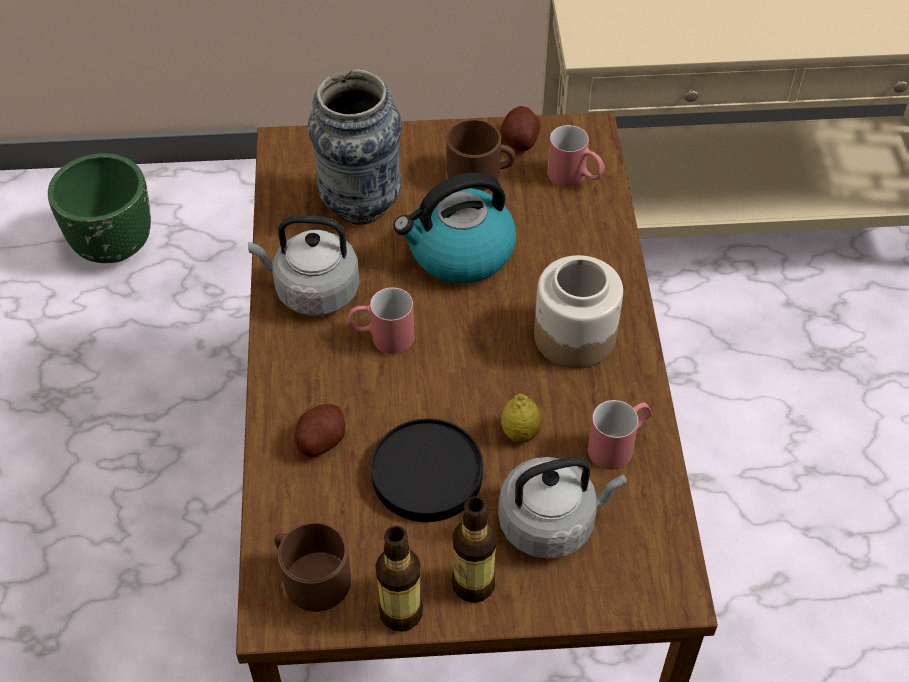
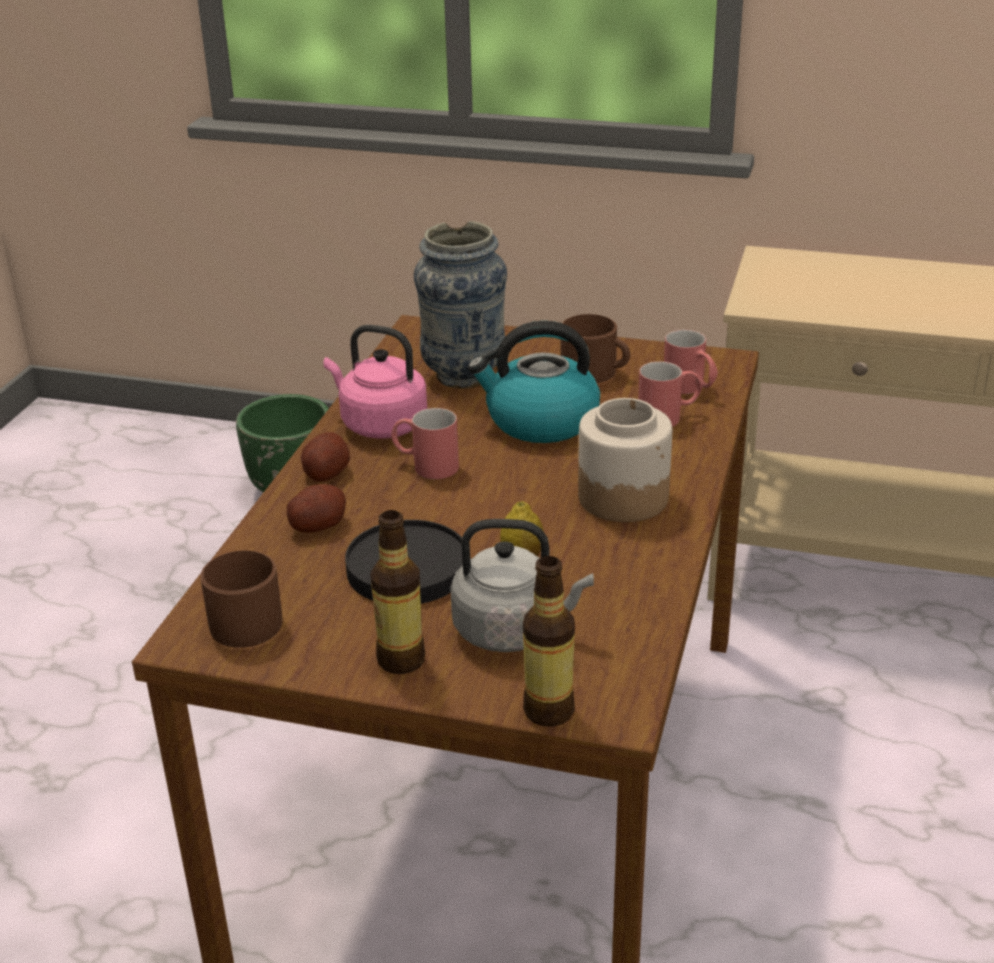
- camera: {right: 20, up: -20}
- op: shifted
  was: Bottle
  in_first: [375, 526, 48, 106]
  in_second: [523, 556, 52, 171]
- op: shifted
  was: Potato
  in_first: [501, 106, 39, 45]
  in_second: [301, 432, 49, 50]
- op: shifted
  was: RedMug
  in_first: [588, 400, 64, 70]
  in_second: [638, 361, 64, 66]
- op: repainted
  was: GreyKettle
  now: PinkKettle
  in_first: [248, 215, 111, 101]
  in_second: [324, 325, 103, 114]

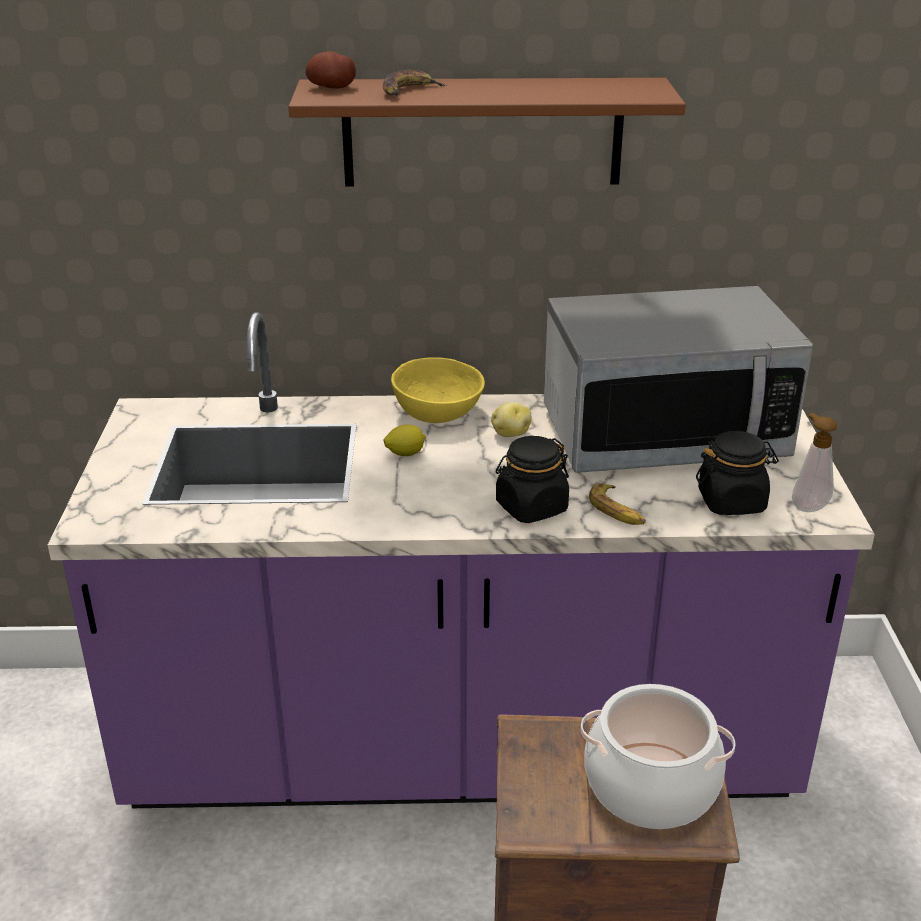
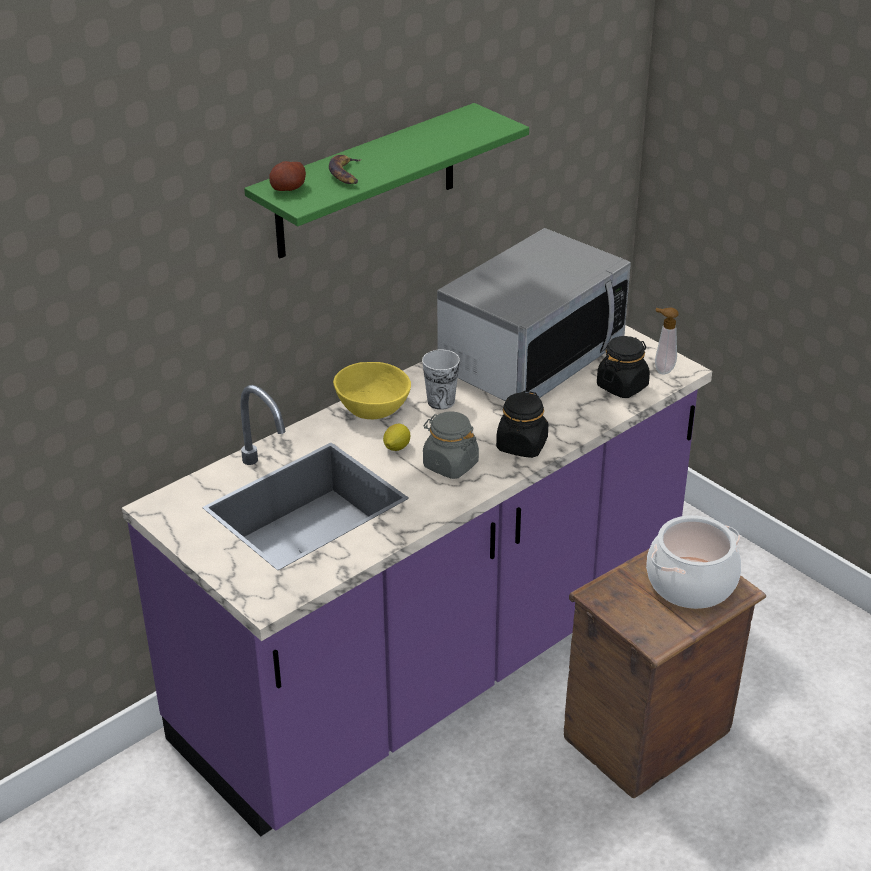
- camera: {right: -40, up: 5}
- op: gone
  was: Banana
  in_first: [589, 483, 57, 42]
- op: new
  now: GreyJar
  in_second: [423, 411, 56, 68]
- op: swapped
  was: Potato
  now: Cup
  in_first: [491, 402, 40, 35]
  in_second: [422, 350, 38, 60]
- op: repainted
  was: BrownShelf
  now: GreenShelf
  in_first: [288, 78, 398, 108]
  in_second: [244, 103, 285, 155]

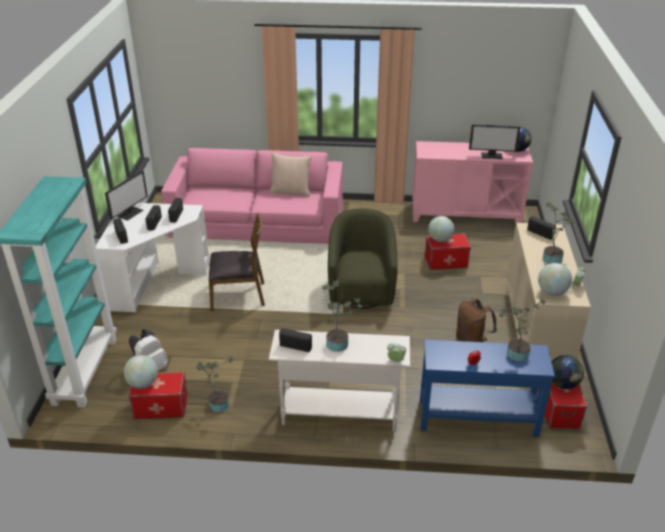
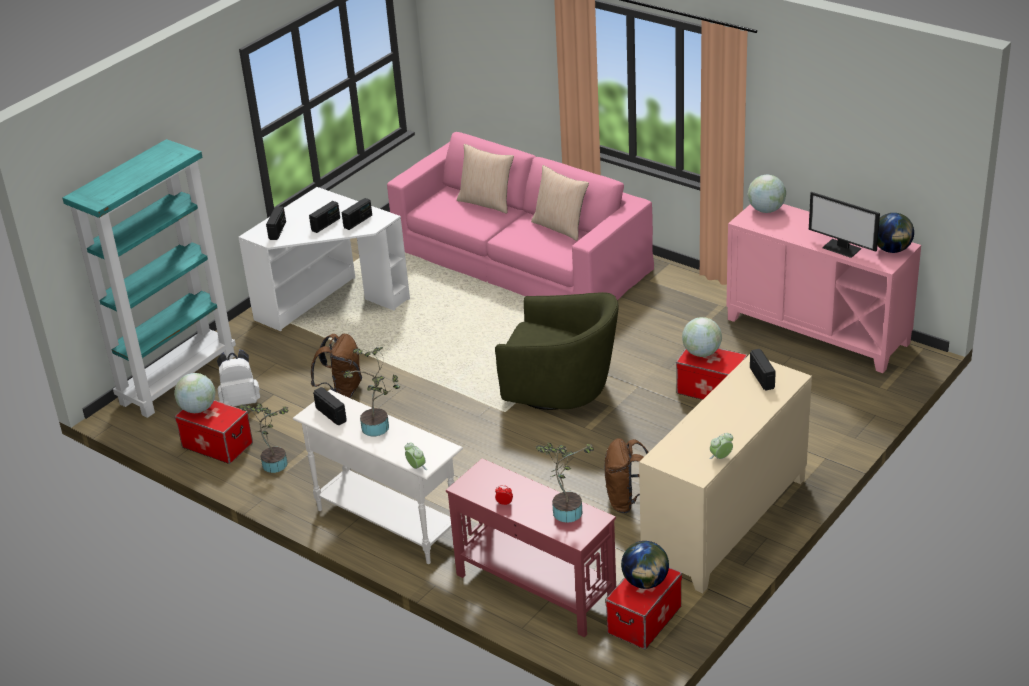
- camera: {right: 35, up: 0}
- op: gone
  was: Monitor
  in_first: [105, 170, 43, 51]
- op: gone
  was: BrownChair
  in_first: [209, 213, 56, 98]
- op: gone
  was: PottedPlant
  in_first: [543, 202, 33, 62]
- op: new
  now: BrownBackpack
  in_second: [311, 334, 51, 64]
- op: new
  now: BeigePillow
  in_second: [457, 144, 57, 70]
- op: shifted
  was: Globe
  in_first: [538, 263, 34, 33]
  in_second: [748, 175, 38, 38]
- op: repainted
  was: BlueConsoleTable
  now: RedConsoleTable
  in_first: [420, 340, 135, 97]
  in_second: [446, 458, 170, 179]
- op: rotated
  was: GreenArmchair
  in_first: [328, 209, 70, 100]
  in_second: [495, 292, 124, 118]
  clockwise: 75

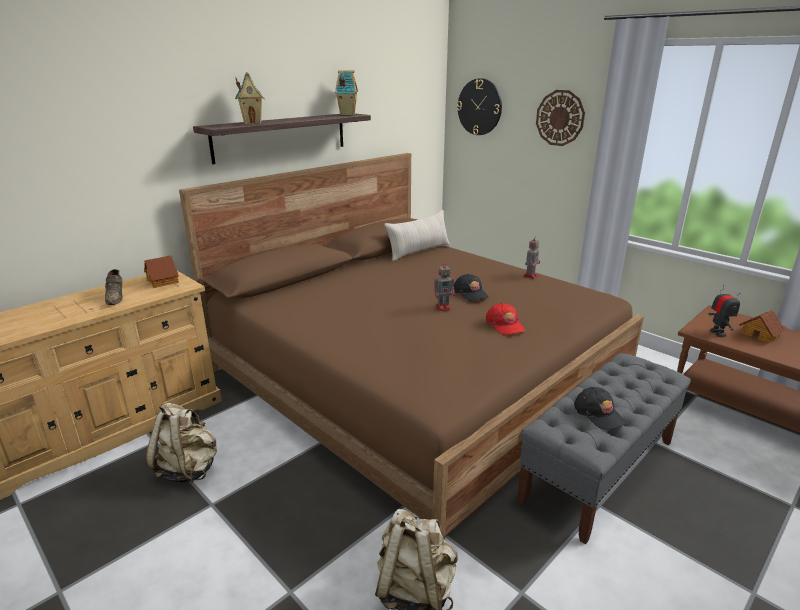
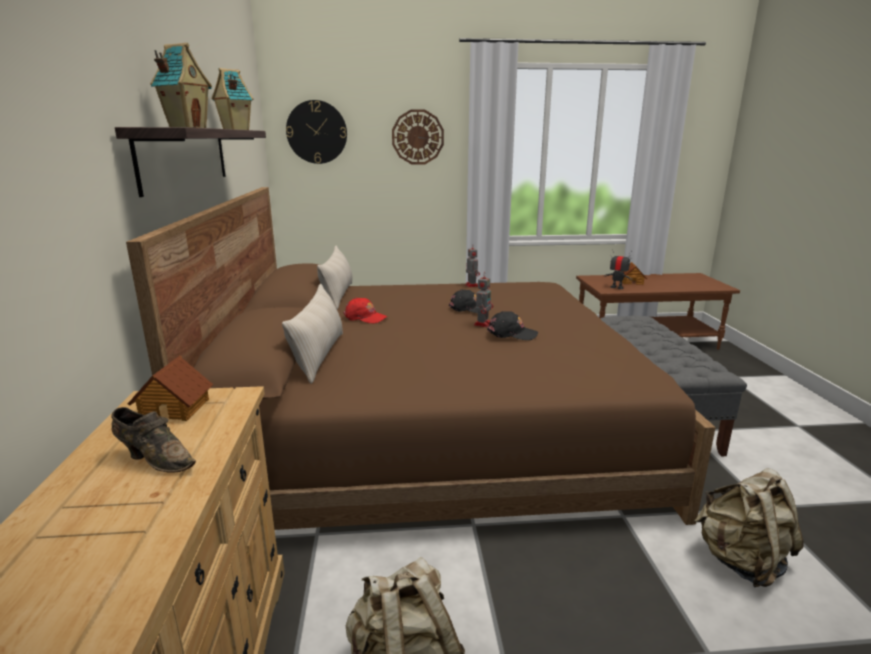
- camera: {right: -50, up: -5}
- op: new
  now: BeigePillow
  in_second: [282, 284, 61, 100]
- op: shifted
  was: RedCap
  in_first: [486, 303, 39, 32]
  in_second: [343, 297, 45, 27]
- op: shifted
  was: BlackCap
  in_first: [574, 387, 52, 43]
  in_second: [487, 311, 52, 29]

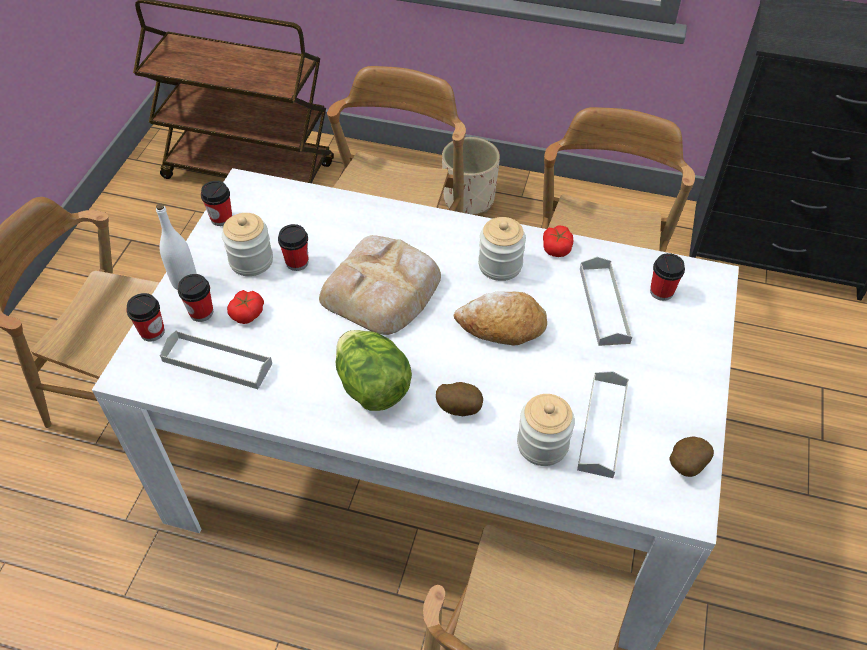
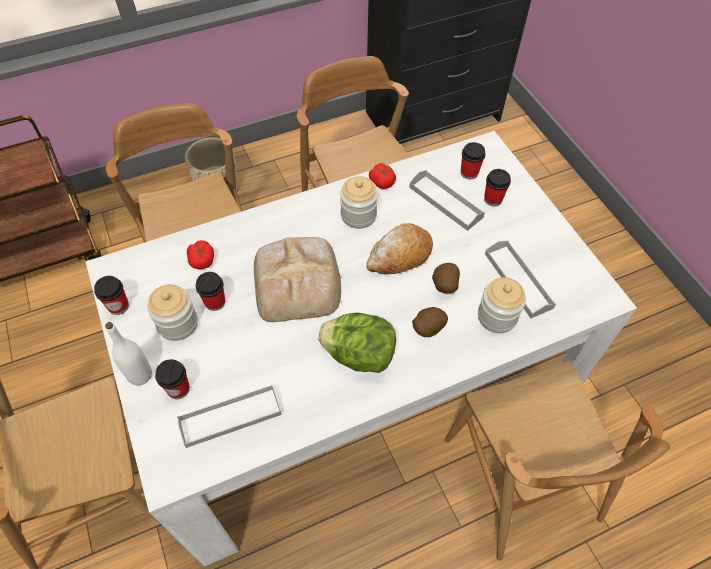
- camera: {right: -40, up: 5}
- op: shifted
  was: Cup
  in_first: [127, 293, 38, 49]
  in_second: [484, 169, 27, 37]
- op: shifted
  was: Tomato
  in_first: [227, 290, 37, 34]
  in_second: [187, 240, 27, 29]
- op: shifted
  was: Potato
  in_first: [669, 437, 45, 40]
  in_second: [432, 263, 28, 31]

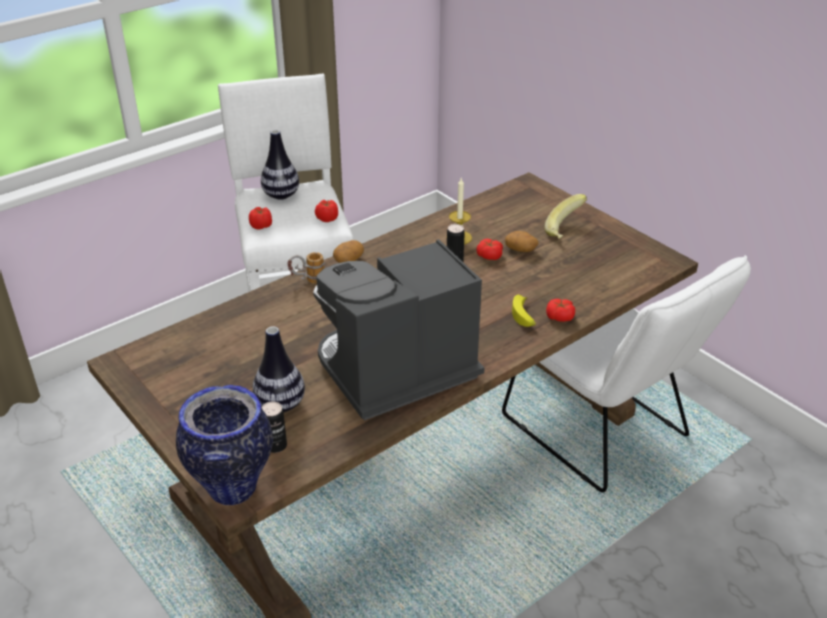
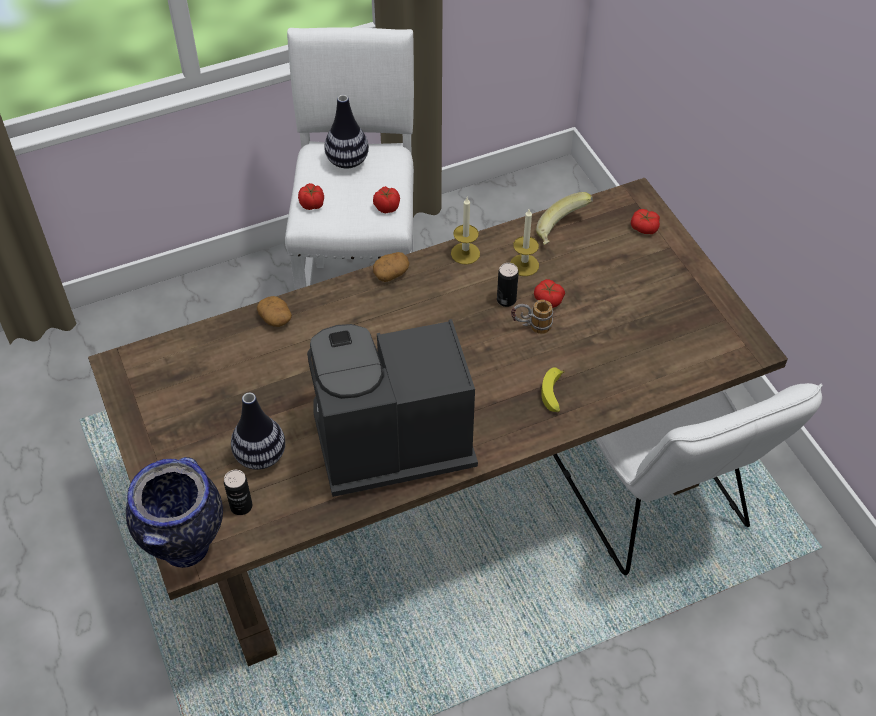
- camera: {right: 15, up: 15}
- op: new
  now: Candle
  in_second: [451, 198, 29, 67]
- op: shifted
  was: Mug
  in_first: [287, 252, 38, 32]
  in_second: [511, 300, 42, 34]
- op: shifted
  was: Potato
  in_first: [505, 231, 34, 21]
  in_second: [257, 296, 35, 31]
- op: shifted
  was: Banana
  in_first: [545, 194, 42, 45]
  in_second: [536, 192, 57, 53]
- op: shifted
  was: Tomato
  in_first: [546, 299, 29, 23]
  in_second: [631, 209, 29, 25]

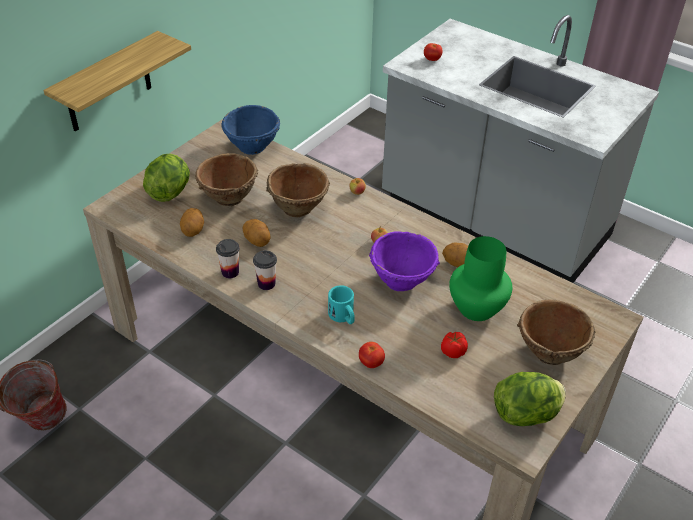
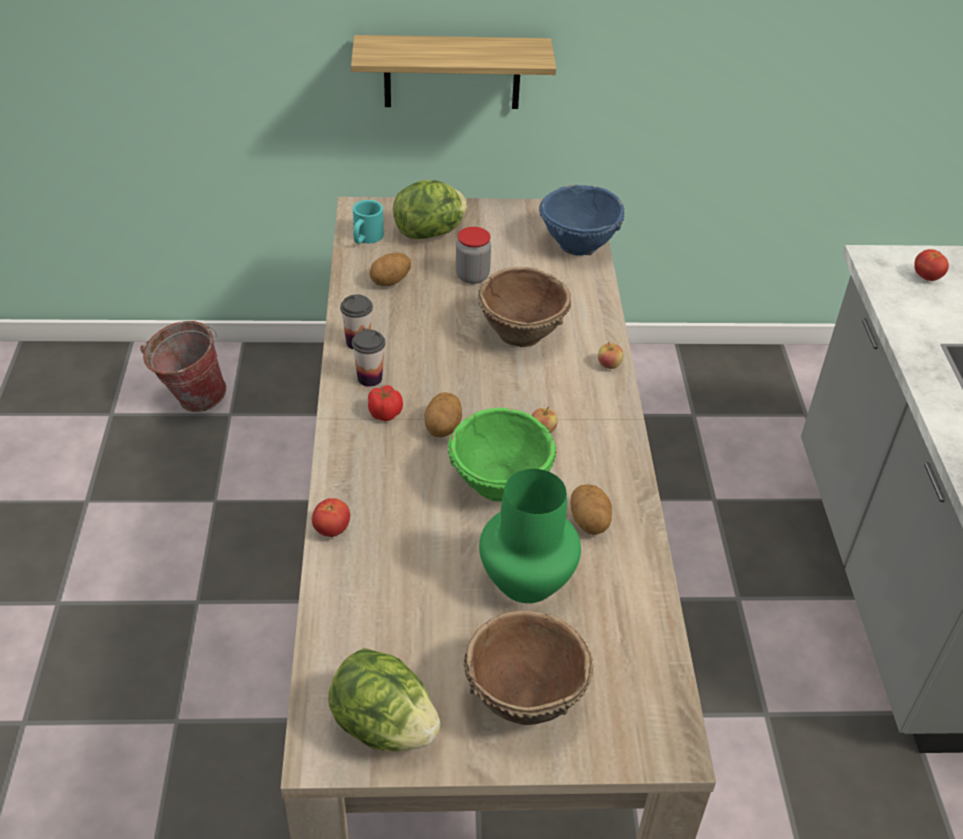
- camera: {right: 50, up: 0}
- op: shifted
  was: Potato
  in_first: [242, 219, 29, 28]
  in_second: [424, 392, 38, 46]
- op: shifted
  was: TurquoiseMug
  in_first: [328, 285, 27, 39]
  in_second: [353, 200, 31, 44]
- op: shifted
  was: Tomato
  in_first: [441, 332, 27, 26]
  in_second: [368, 385, 35, 36]
- op: swapped
  was: BrownBowl
  now: Jar
  in_first: [195, 153, 63, 53]
  in_second: [456, 227, 35, 57]
- op: repainted
  was: PurpleBowl
  now: GreenBowl
  in_first: [369, 231, 71, 60]
  in_second: [448, 408, 108, 94]

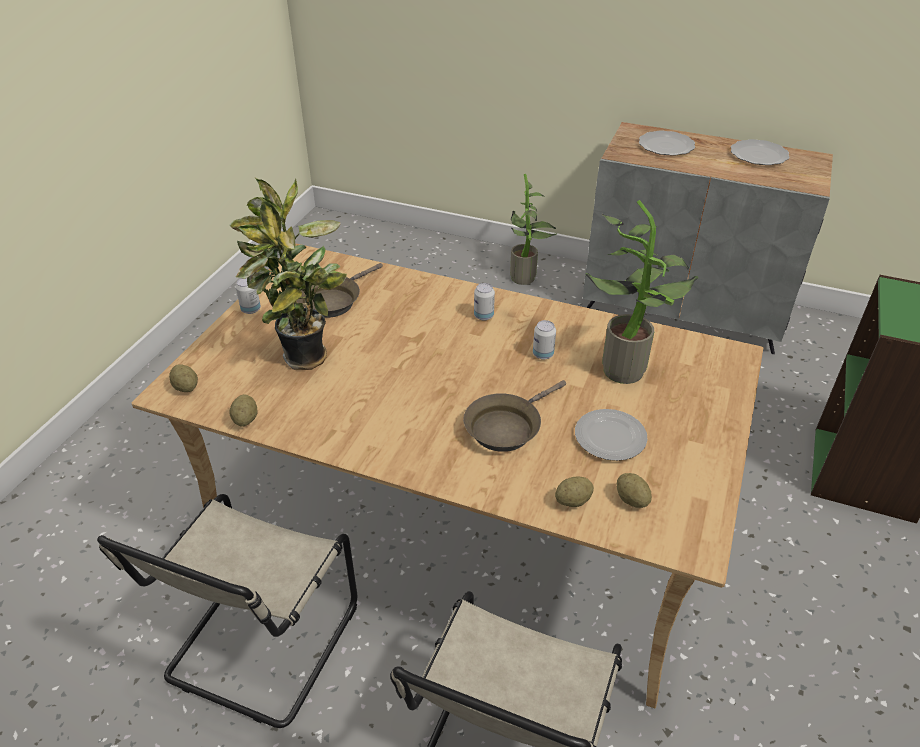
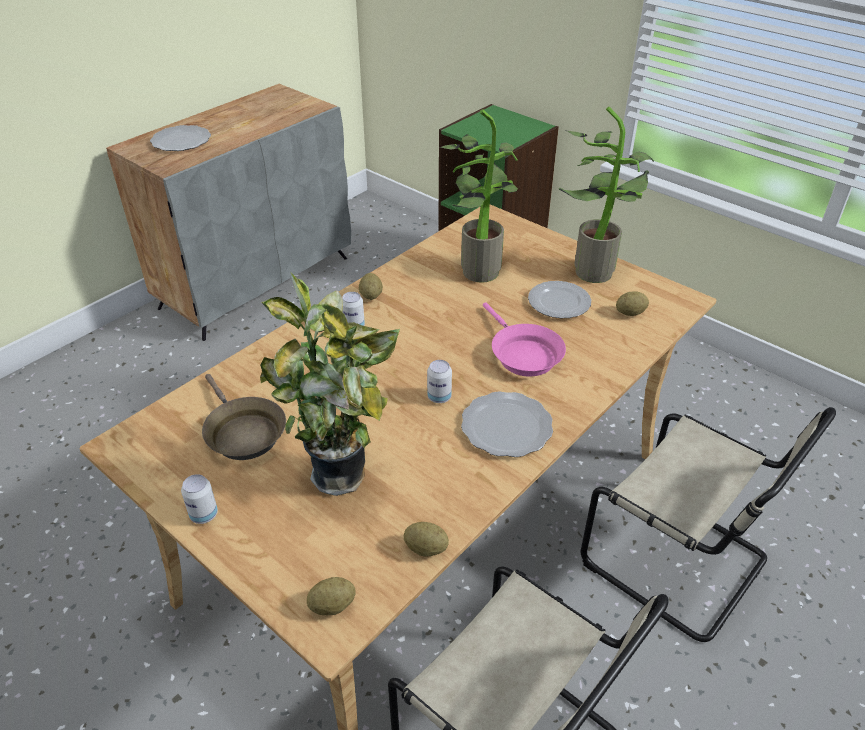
- camera: {right: -70, up: 0}
- op: shifted
  was: PottedPlant
  in_first: [510, 174, 46, 111]
  in_second: [559, 107, 95, 176]
- op: shifted
  was: Can
  in_first: [533, 320, 23, 40]
  in_second: [427, 360, 25, 43]
- op: shifted
  was: Potato
  in_first: [555, 477, 39, 30]
  in_second: [359, 273, 24, 27]
- op: shifted
  was: Plate
  in_first: [731, 139, 59, 26]
  in_second: [461, 391, 92, 66]
- op: repainted
  was: BrownFryingPan
  now: PinkFryingPan
  in_first: [463, 380, 103, 72]
  in_second: [483, 303, 83, 74]

